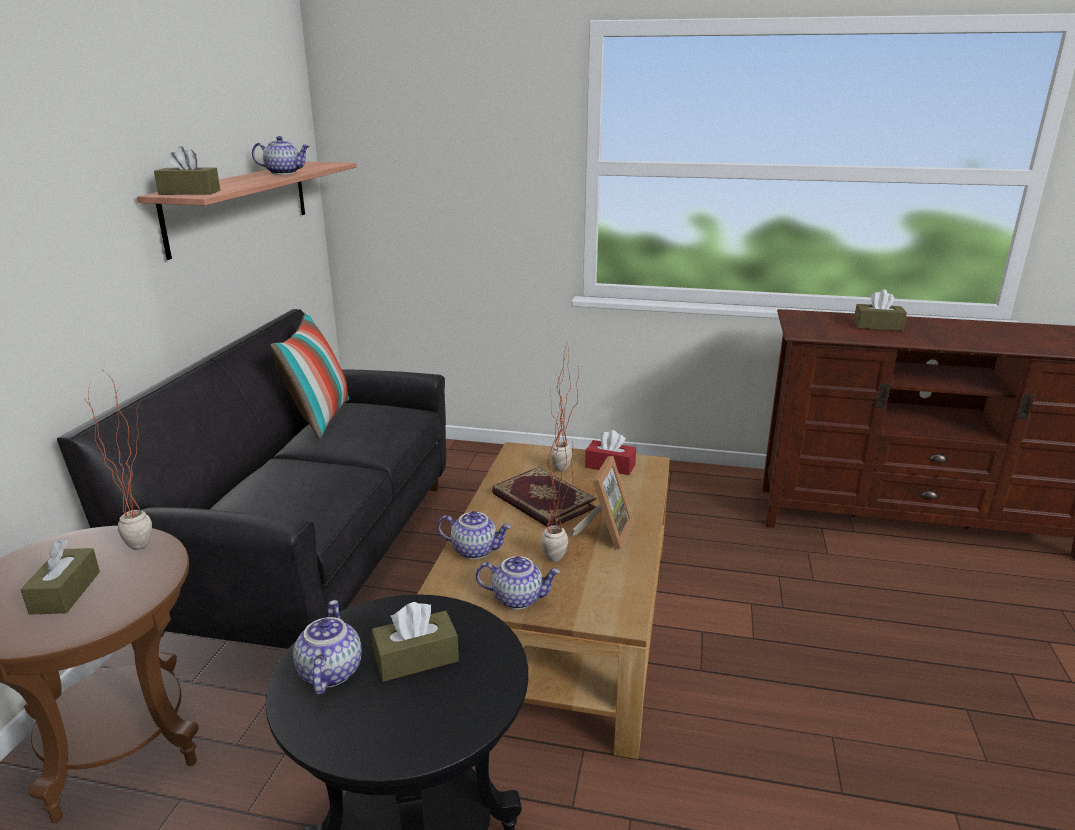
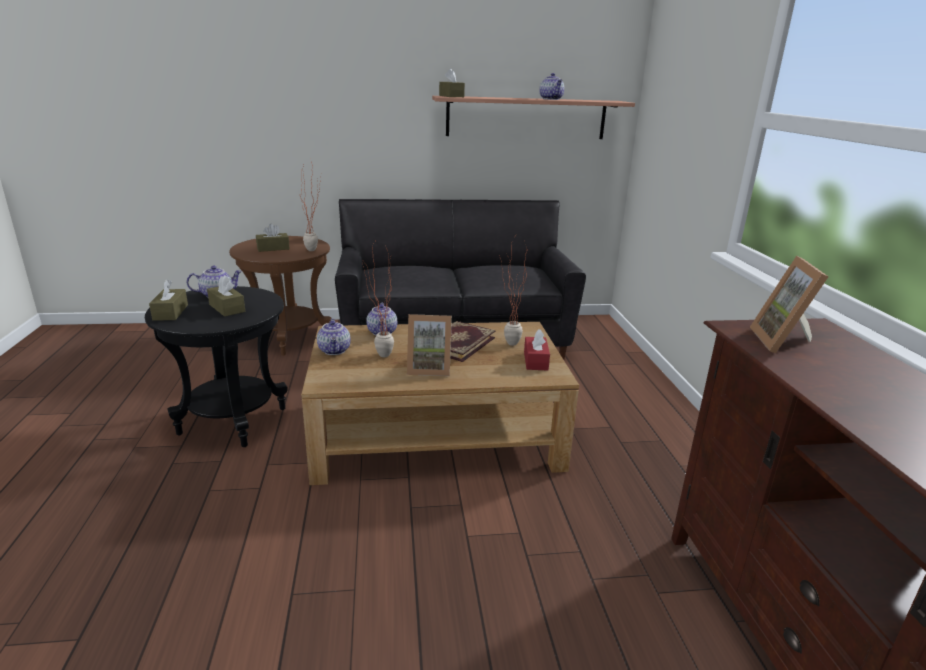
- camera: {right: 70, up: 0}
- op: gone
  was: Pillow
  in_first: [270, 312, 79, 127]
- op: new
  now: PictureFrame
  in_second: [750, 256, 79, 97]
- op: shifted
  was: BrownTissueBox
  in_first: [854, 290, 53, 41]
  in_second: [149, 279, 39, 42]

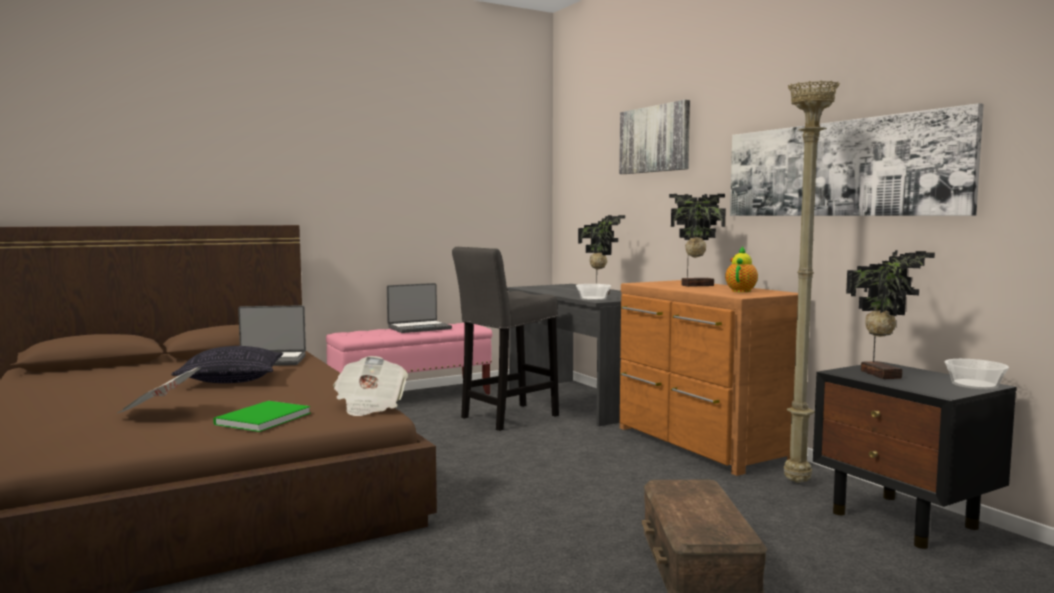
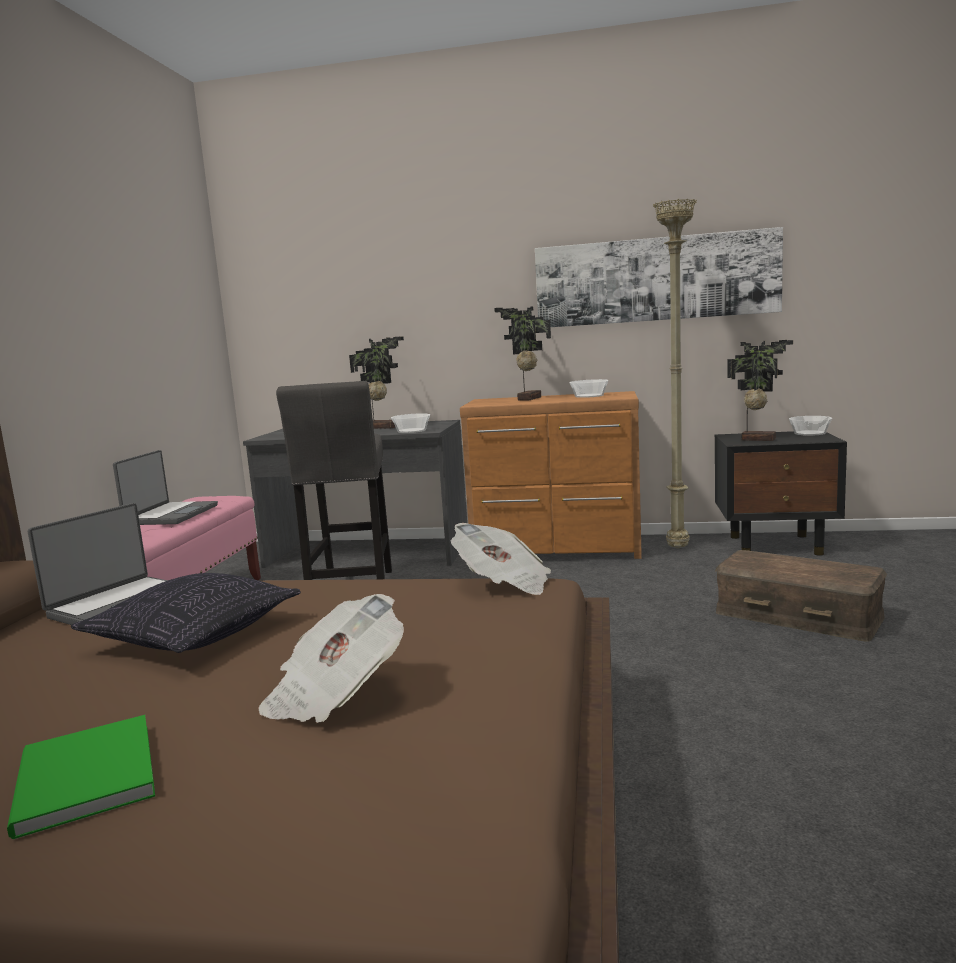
- camera: {right: -50, up: 5}
- op: gone
  was: Picture
  in_first: [619, 100, 71, 74]
- op: shifted
  was: GreenBook
  in_first: [213, 401, 98, 31]
  in_second: [7, 715, 148, 124]
- op: swapped
  was: Teapot
  now: Bowl
  in_first: [725, 247, 33, 45]
  in_second: [569, 379, 39, 19]

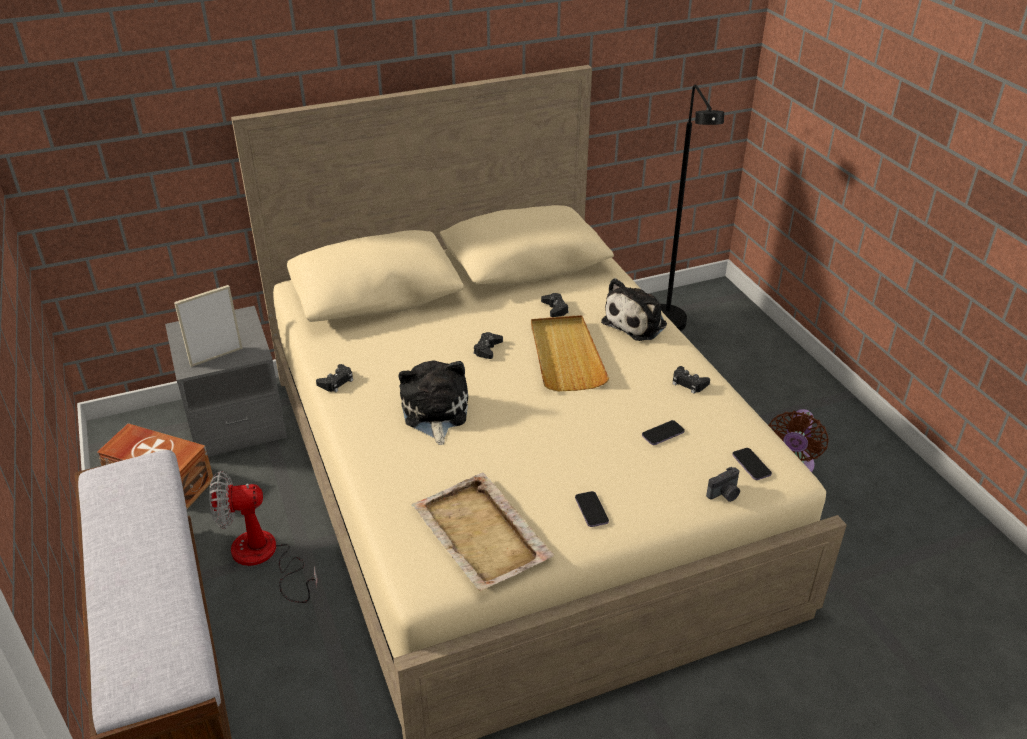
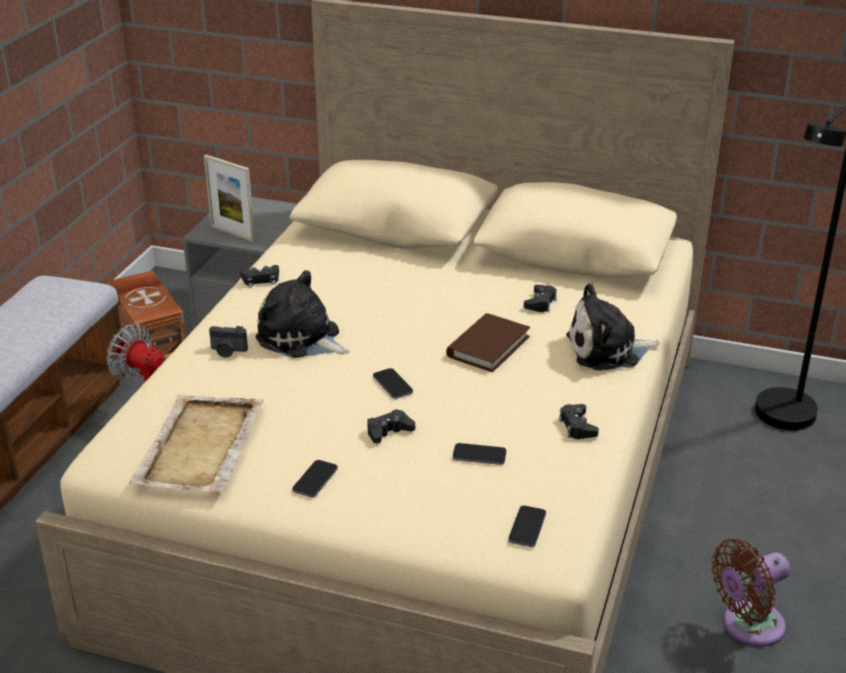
- camera: {right: 40, up: -5}
- op: new
  now: Phone
  in_second: [373, 368, 40, 31]
- op: shifted
  was: BlackGameController
  in_first: [473, 332, 30, 27]
  in_second: [367, 409, 48, 34]
- op: shifted
  was: PhotoCamera
  in_first: [706, 467, 34, 35]
  in_second: [209, 326, 39, 32]
- op: swapped
  was: BeigeTray
  now: BrownBook
  in_first: [531, 315, 78, 76]
  in_second: [446, 313, 84, 59]
- op: rotated
  was: PictureFrame
  in_first: [174, 285, 69, 82]
  in_second: [204, 155, 51, 87]
  clockwise: -150
- op: rotated
  was: PlushToy
  in_first: [399, 360, 69, 85]
  in_second: [255, 270, 95, 88]
  clockwise: -90

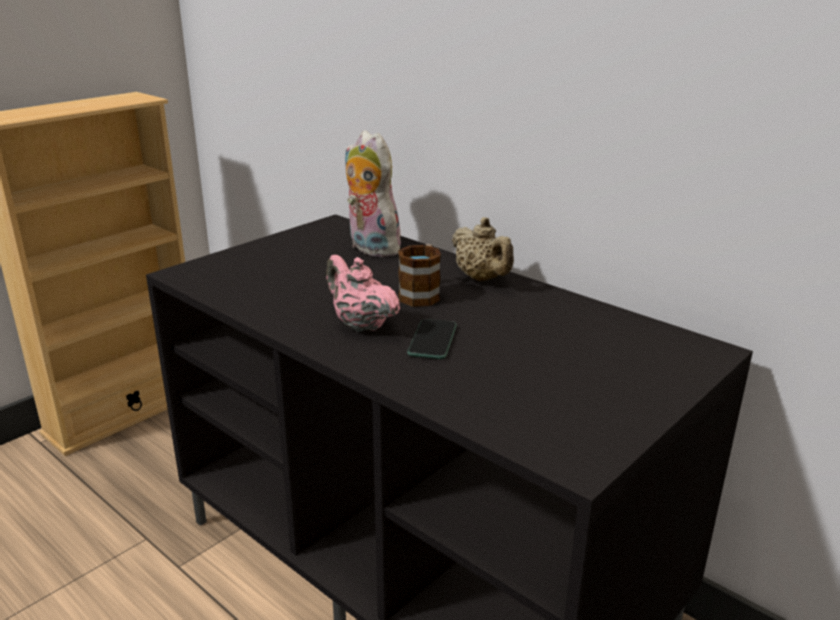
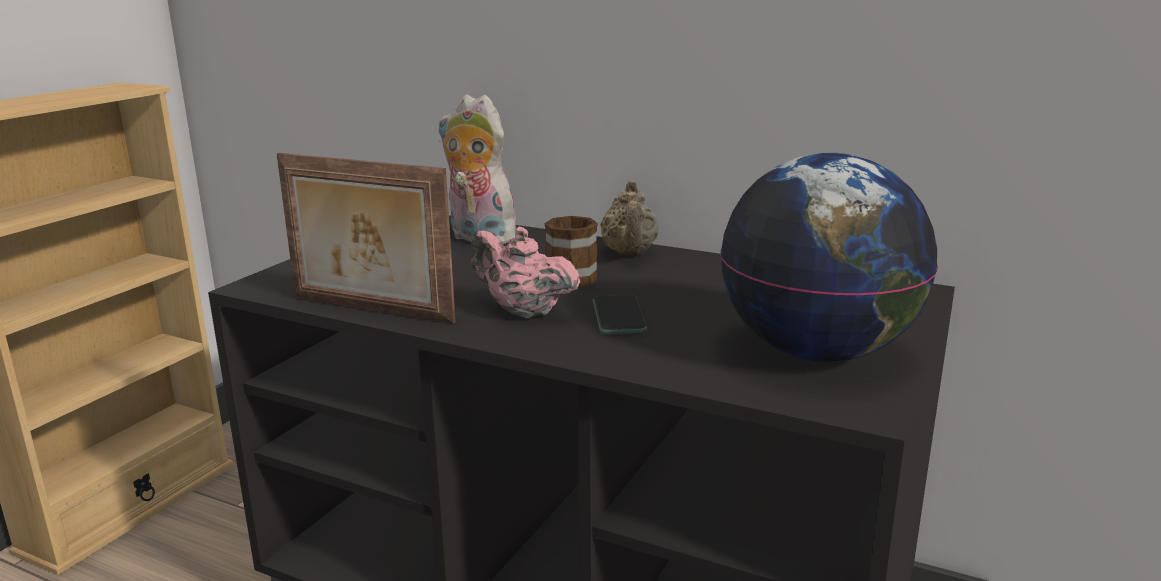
- camera: {right: -15, up: -5}
- op: new
  now: PictureFrame
  in_second: [277, 153, 179, 171]
- op: new
  now: Globe
  in_second: [720, 153, 218, 209]
- op: rotated
  was: BeigeTeapot
  in_first: [452, 217, 62, 64]
  in_second: [600, 180, 59, 75]
  clockwise: 45

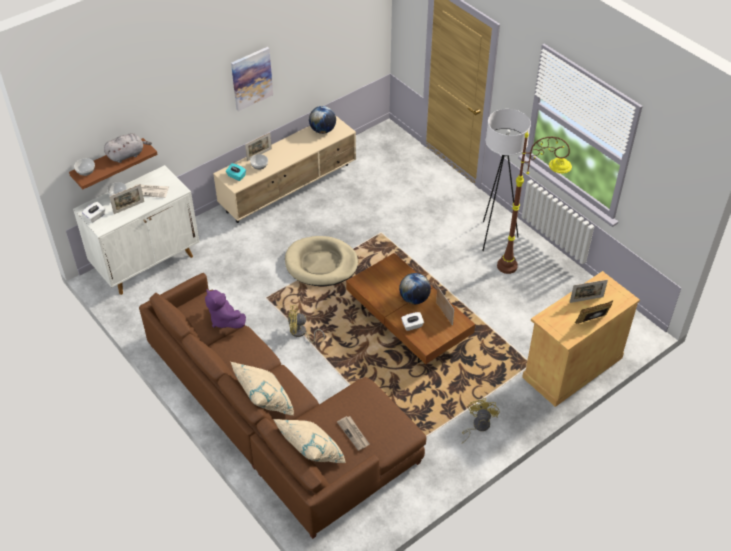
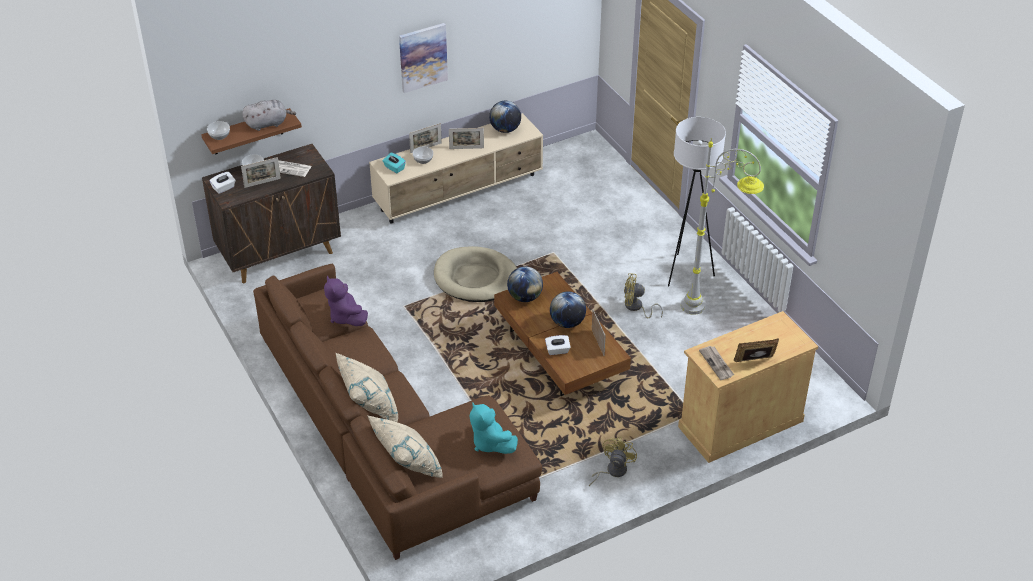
- camera: {right: 10, up: -5}
- op: new
  now: TurquoisePlushToy
  in_second: [470, 403, 48, 51]
- op: new
  now: Globe
  in_second: [507, 266, 36, 36]
- op: shifted
  was: YellowFan
  in_first: [288, 305, 37, 38]
  in_second: [624, 273, 39, 45]
- op: shifted
  was: Newspaper
  in_first: [337, 416, 32, 35]
  in_second: [699, 346, 35, 34]
- op: shifted
  was: PictureFrame
  in_first: [570, 279, 38, 24]
  in_second: [449, 128, 35, 21]
- op: repainted
  was: WhiteCabinet
  now: BrownCabinet
  in_first: [73, 165, 126, 130]
  in_second: [202, 144, 139, 139]
- op: repainted
  was: BrownFloorLamp
  now: GreyFloorLamp
  in_first: [497, 130, 75, 144]
  in_second: [681, 138, 83, 177]

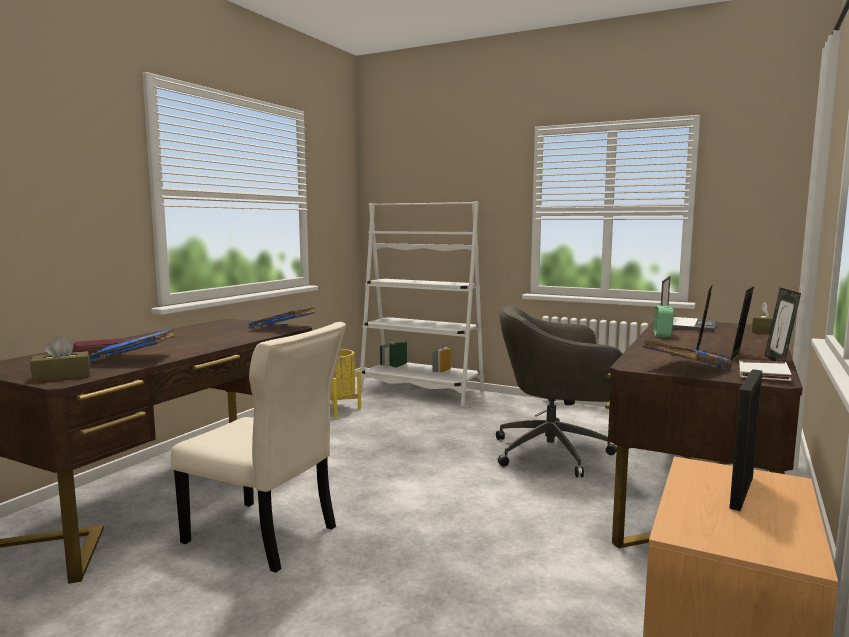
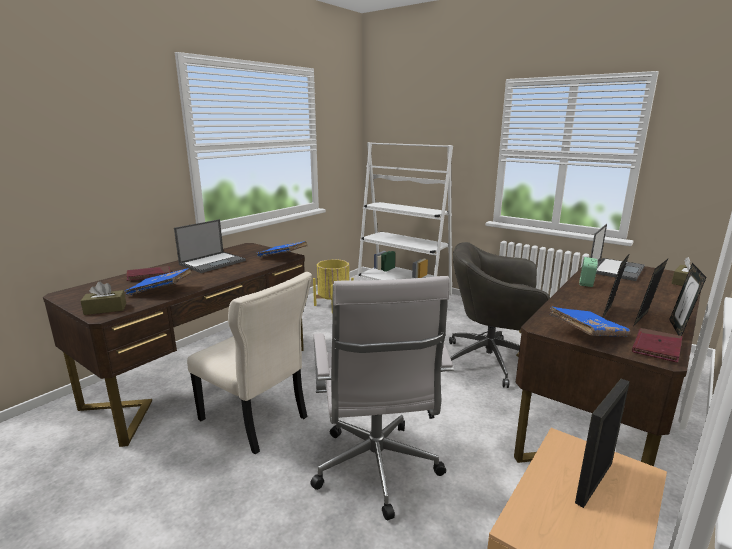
- camera: {right: 10, up: 10}
- op: new
  now: Laptop
  in_second: [174, 219, 72, 54]
- op: new
  now: WhiteOfficeChair
  in_second: [310, 276, 144, 244]
- op: repainted
  was: WhiteBook
  now: RedBook
  in_first: [739, 359, 53, 22]
  in_second: [632, 328, 51, 35]

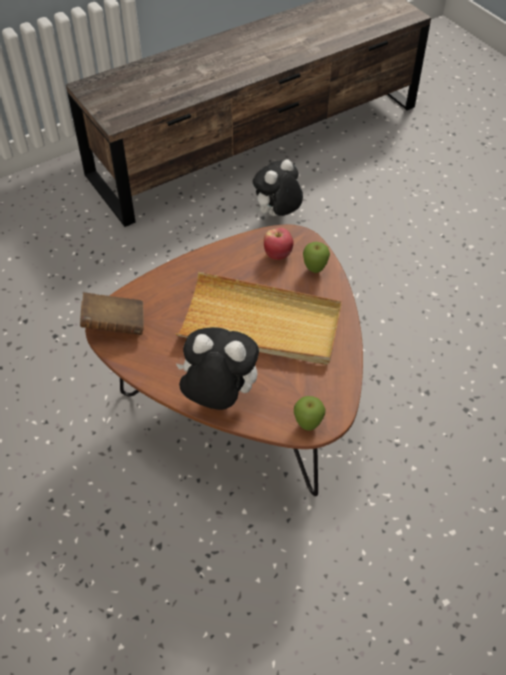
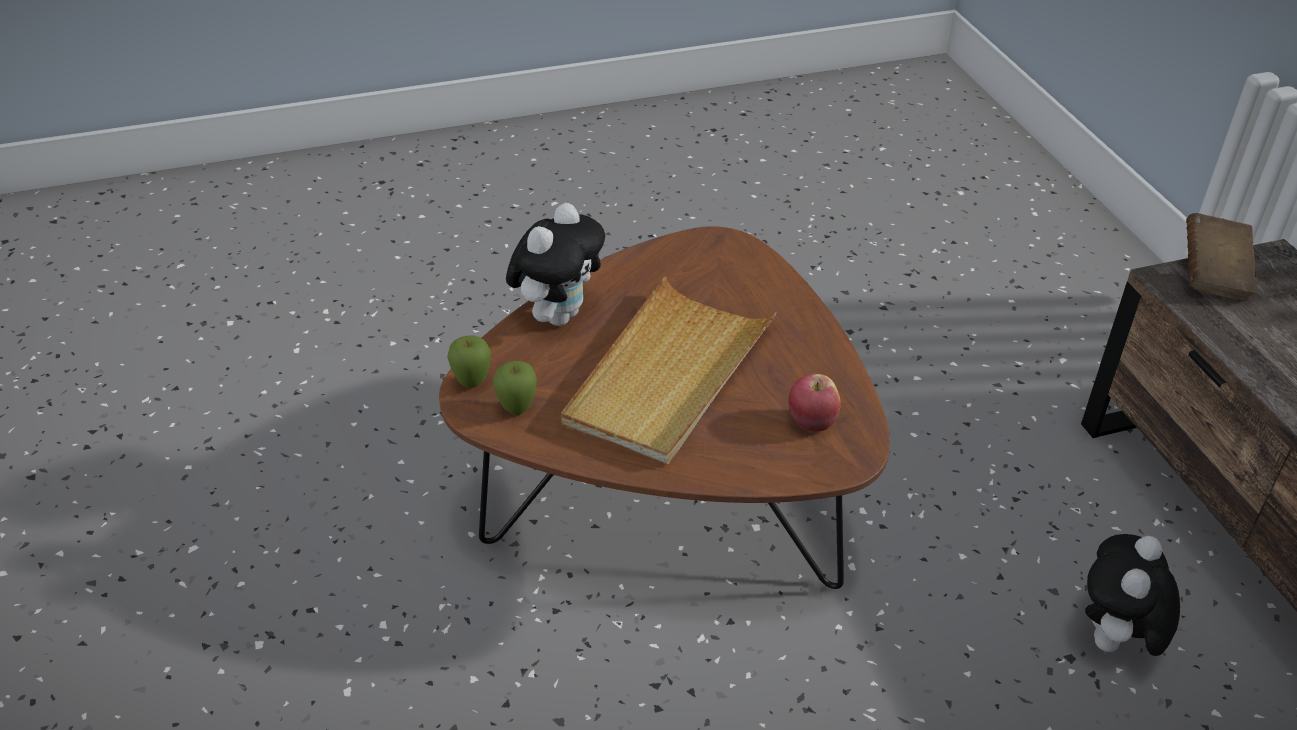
- camera: {right: 105, up: -10}
- op: shifted
  was: BrownBook
  in_first: [80, 292, 64, 43]
  in_second: [1186, 213, 72, 88]
- op: shifted
  was: Apple
  in_first: [303, 242, 27, 31]
  in_second: [493, 361, 44, 54]
- op: rotated
  was: PlushToy
  in_first: [253, 159, 50, 57]
  in_second: [1085, 534, 95, 122]
  clockwise: -120

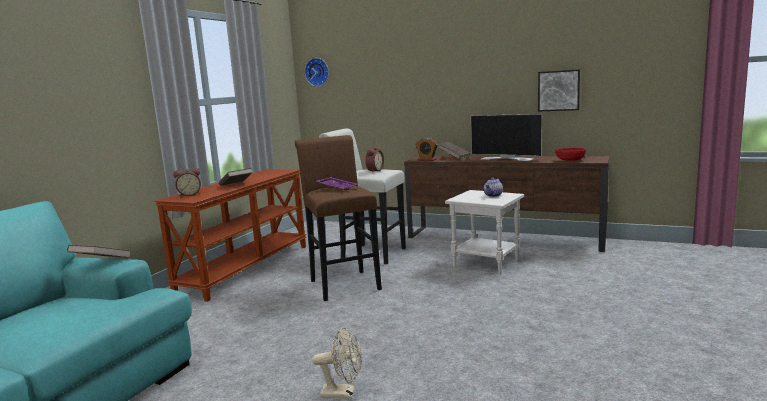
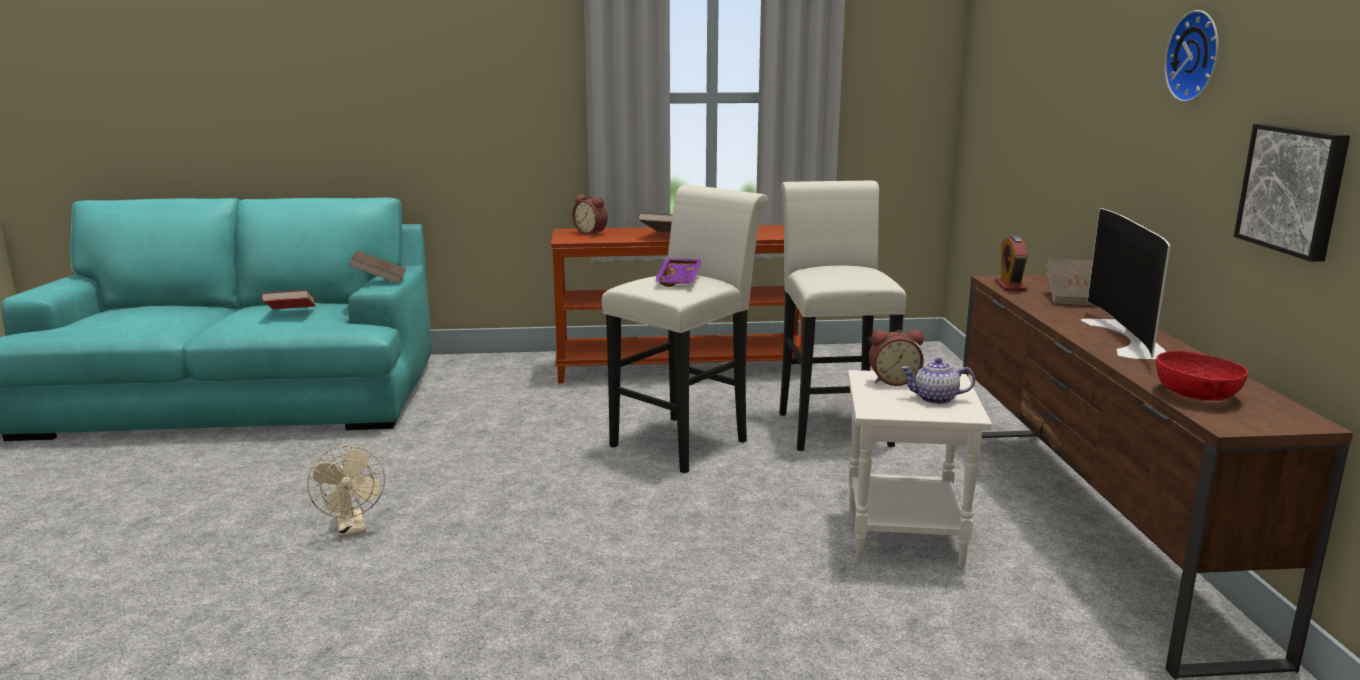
- camera: {right: 60, up: 5}
- op: new
  now: RedBook
  in_second: [261, 290, 54, 20]
- op: shifted
  was: WallClock
  in_first: [305, 58, 24, 29]
  in_second: [1164, 10, 55, 92]
- op: shifted
  was: AlarmClock
  in_first: [365, 147, 19, 25]
  in_second: [869, 330, 55, 56]
- op: repainted
  was: BrownStool
  now: WhiteStool
  in_first: [295, 135, 87, 166]
  in_second: [602, 185, 166, 288]

